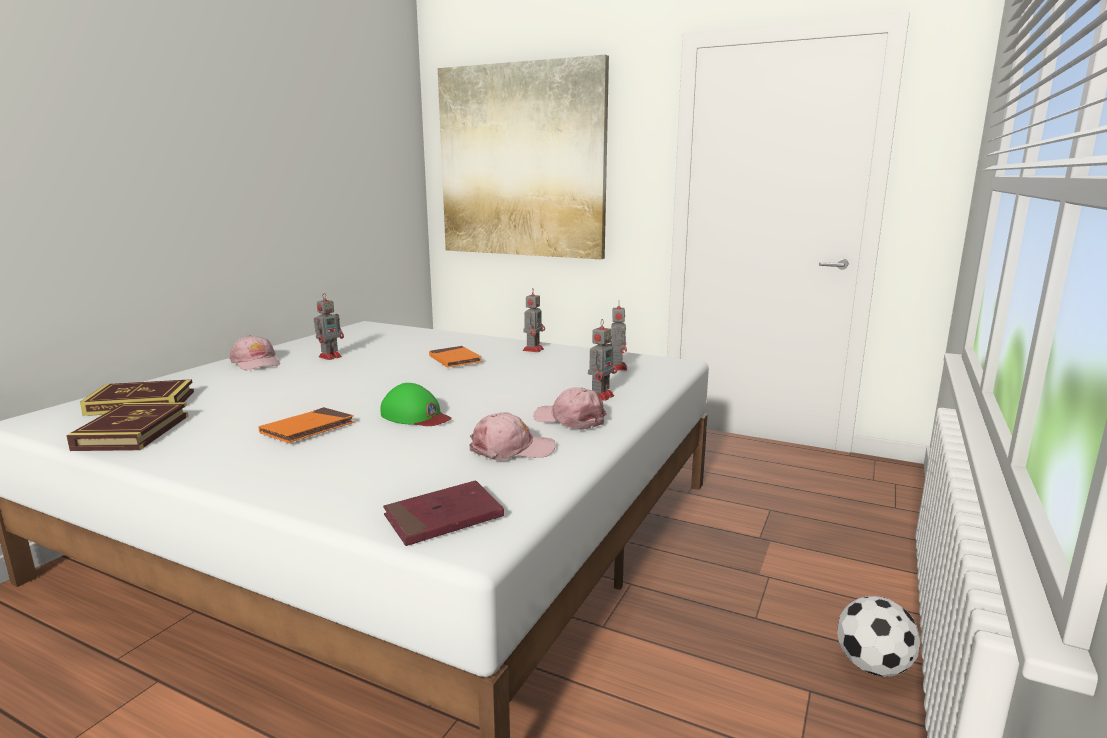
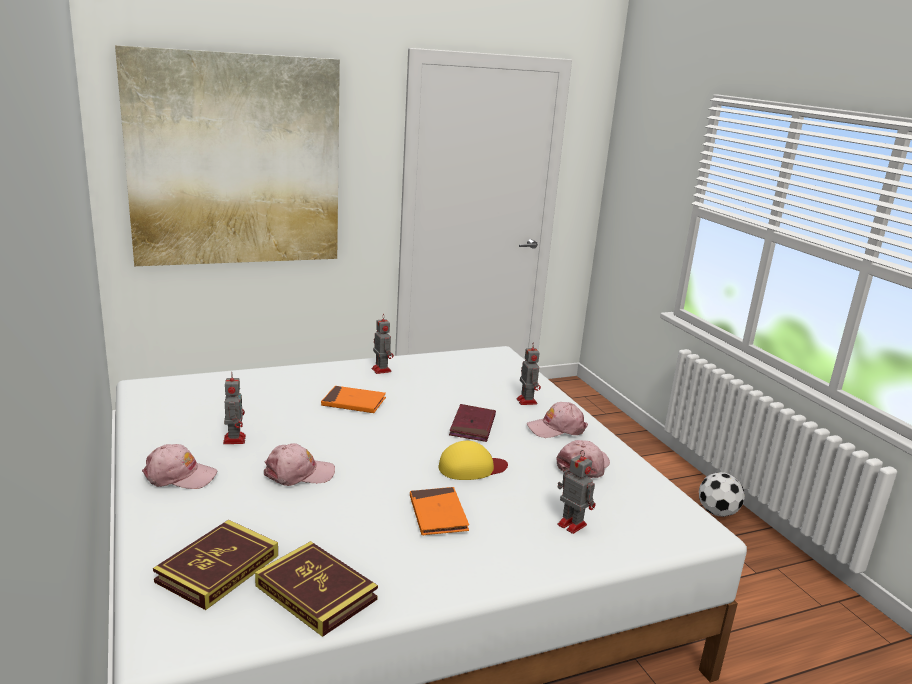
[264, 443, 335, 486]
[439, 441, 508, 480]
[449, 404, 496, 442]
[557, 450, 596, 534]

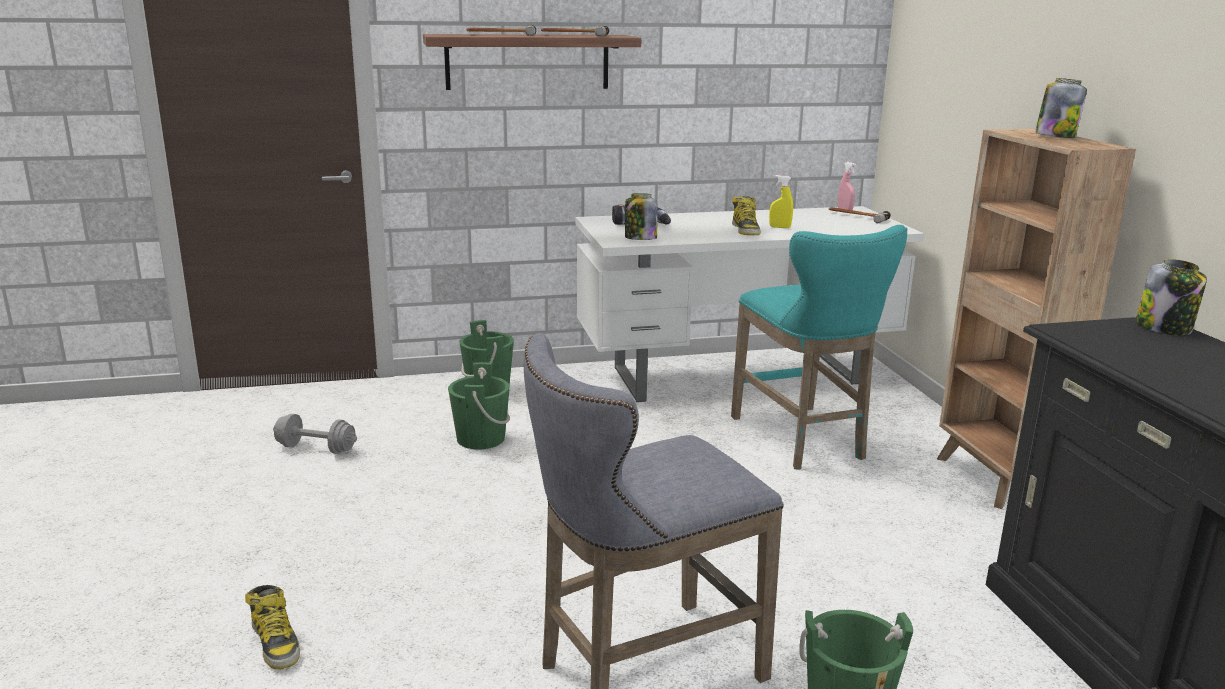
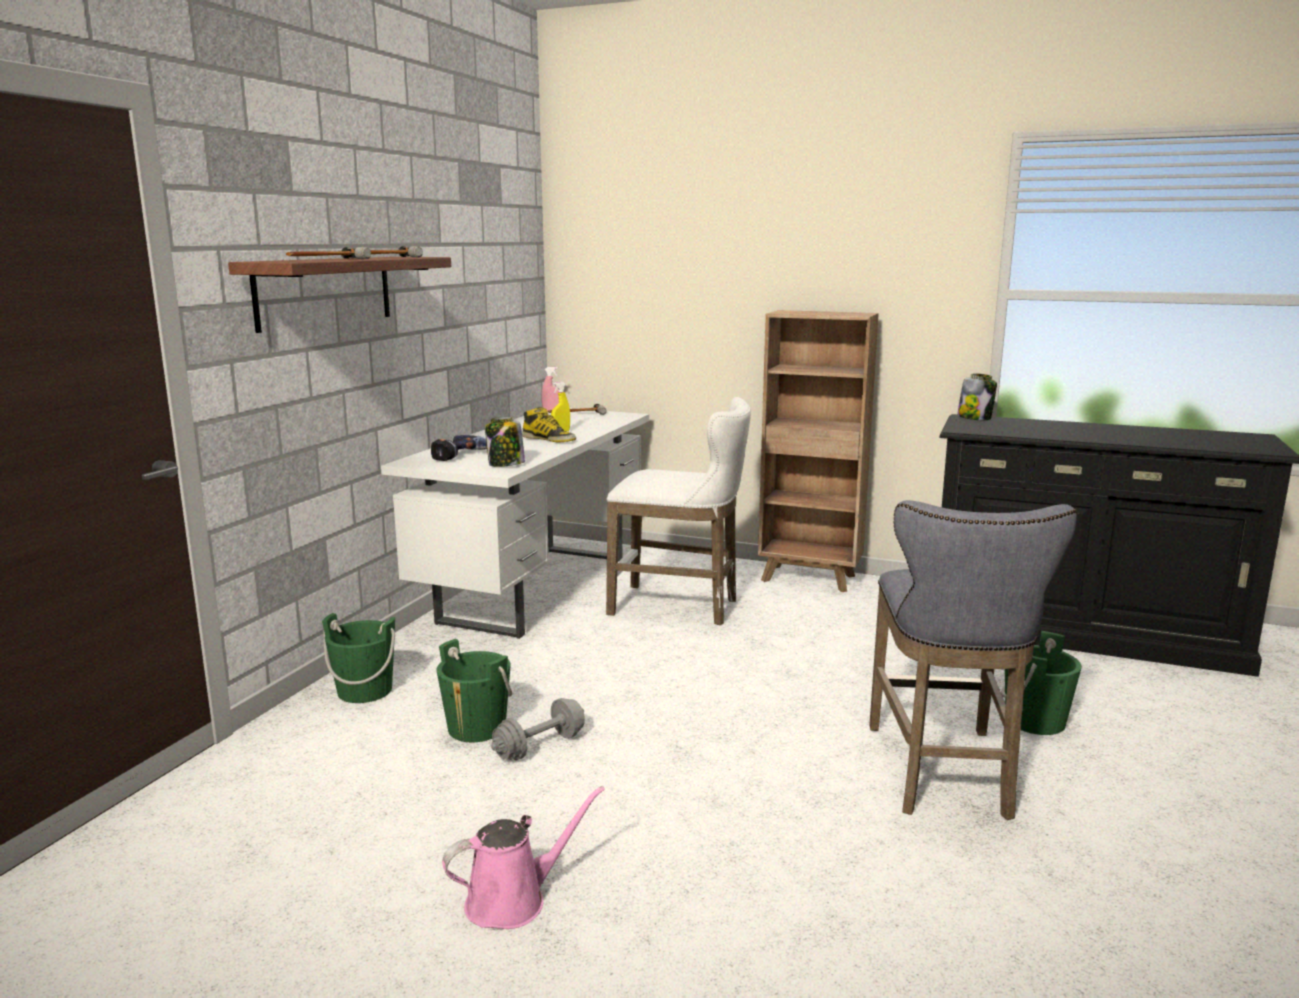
[442, 786, 605, 929]
[491, 698, 585, 760]
[606, 397, 751, 625]
[245, 585, 300, 669] (first image)
[1035, 78, 1087, 138] (first image)

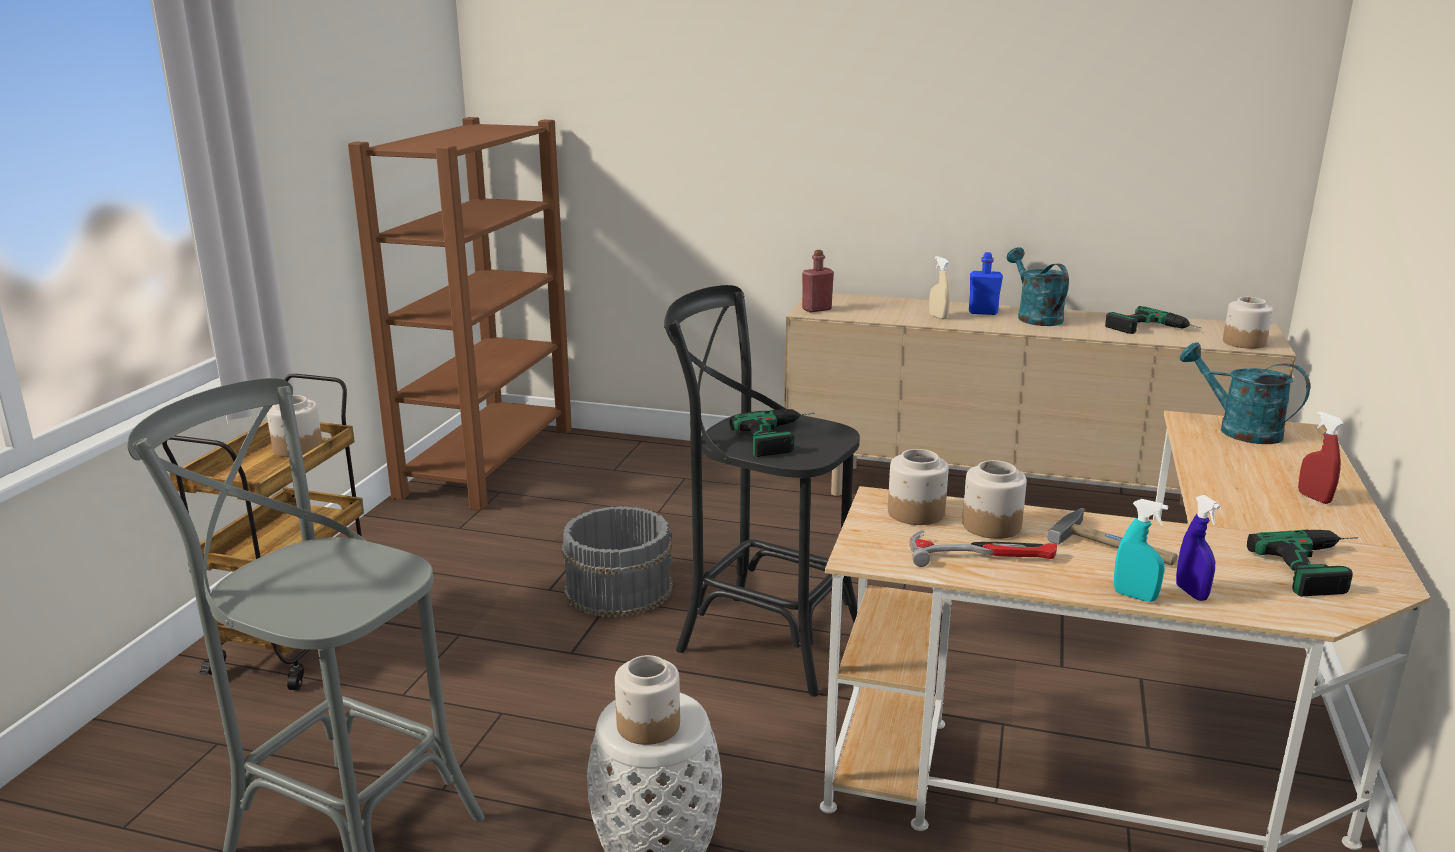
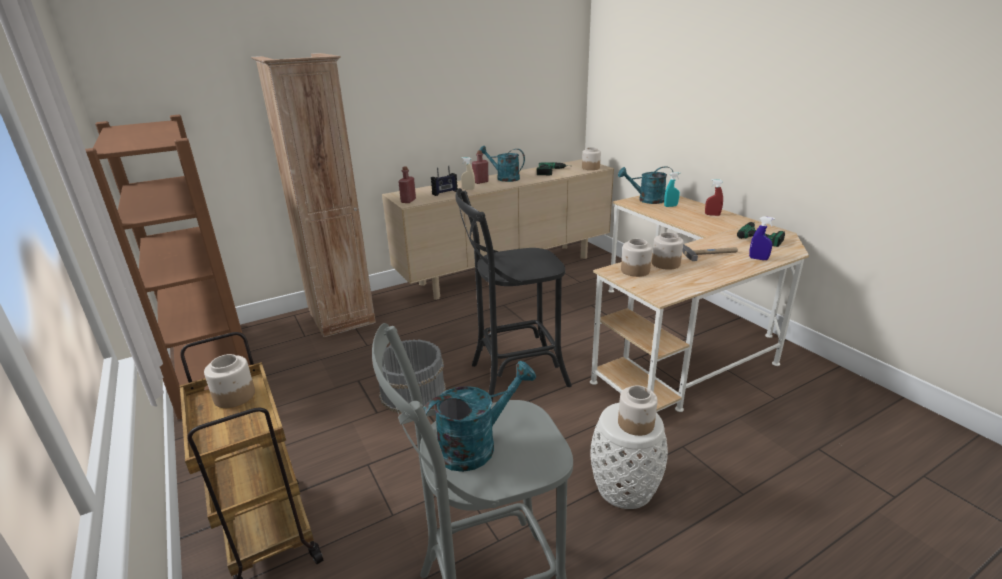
[251, 53, 376, 337]
[423, 361, 536, 472]
[431, 165, 458, 196]
[472, 150, 489, 184]
[664, 172, 680, 207]
[729, 409, 815, 457] (first image)
[910, 530, 1057, 567] (first image)

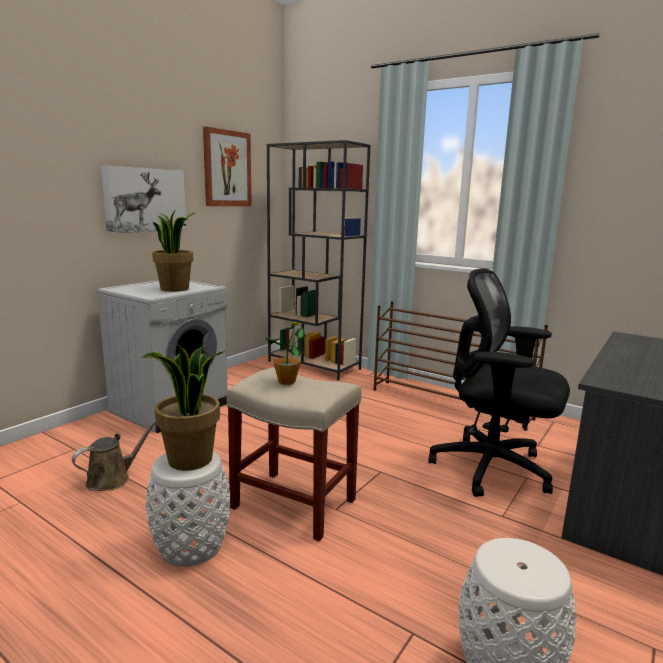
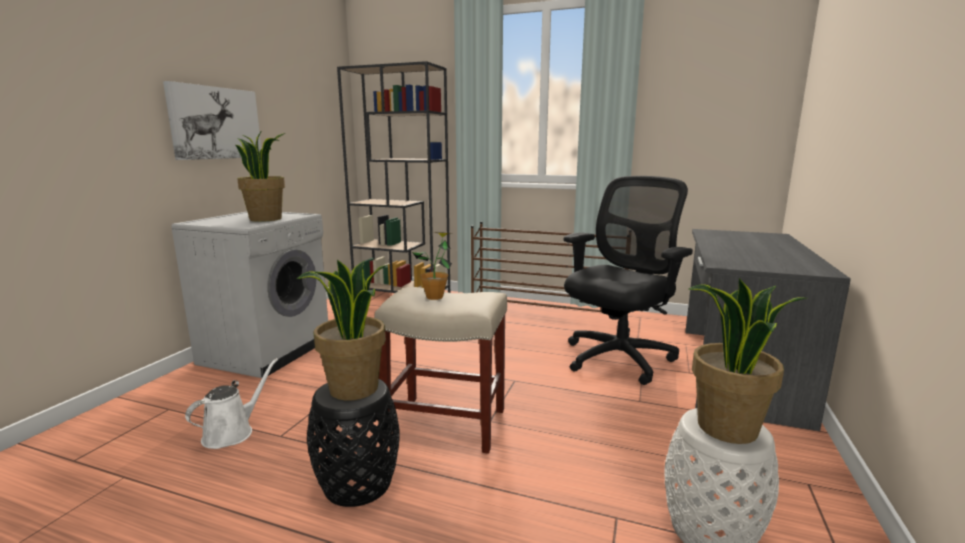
[185, 358, 278, 449]
[307, 379, 400, 507]
[563, 176, 693, 385]
[688, 278, 806, 444]
[203, 127, 252, 206] (first image)

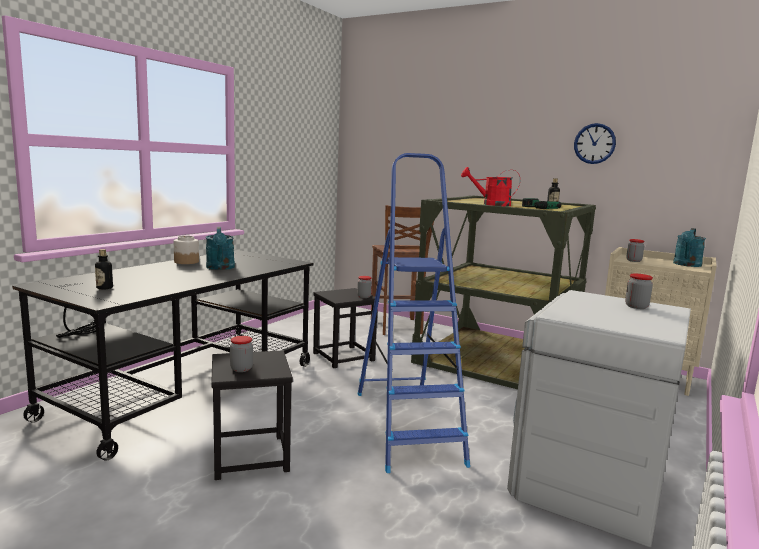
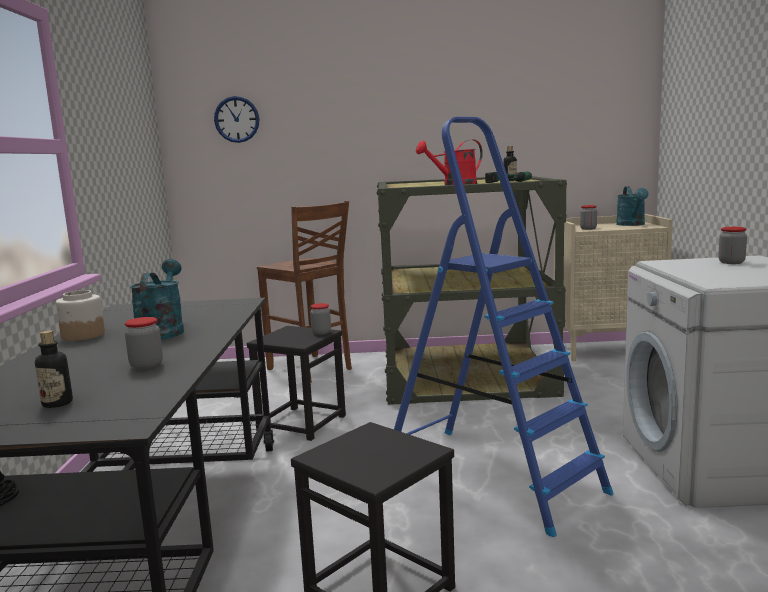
[125, 317, 163, 370]
[130, 259, 184, 340]
[214, 96, 259, 143]

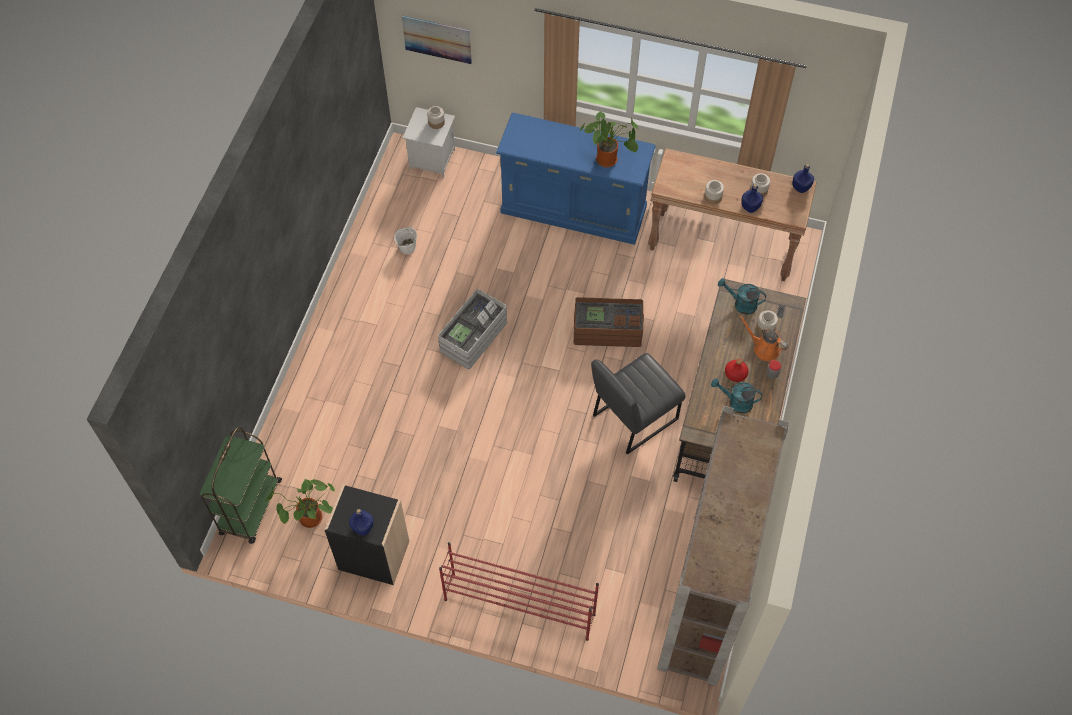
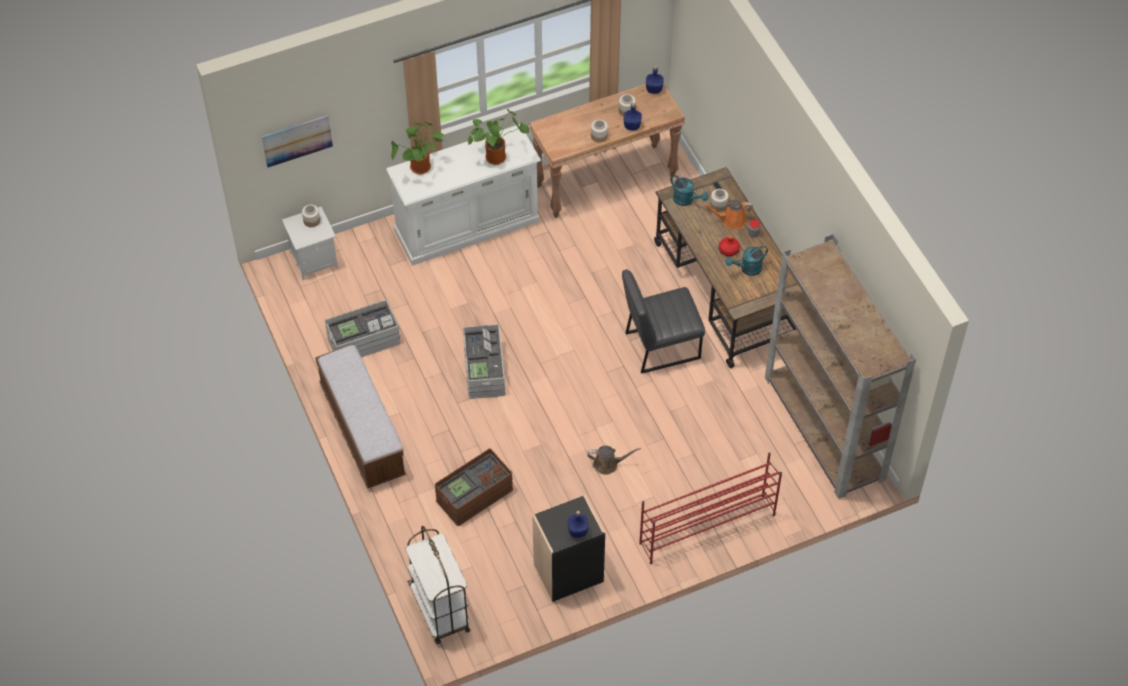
[315, 344, 406, 489]
[325, 300, 401, 357]
[386, 124, 541, 266]
[391, 122, 444, 174]
[406, 526, 470, 644]
[435, 449, 513, 526]
[587, 445, 641, 475]
[622, 269, 705, 374]
[670, 175, 709, 206]

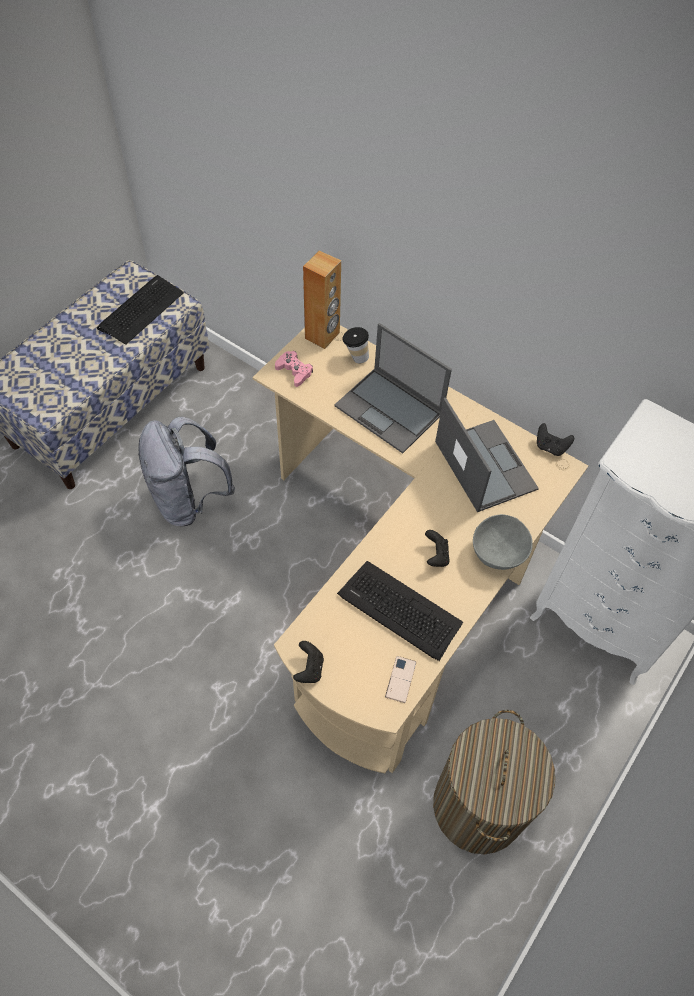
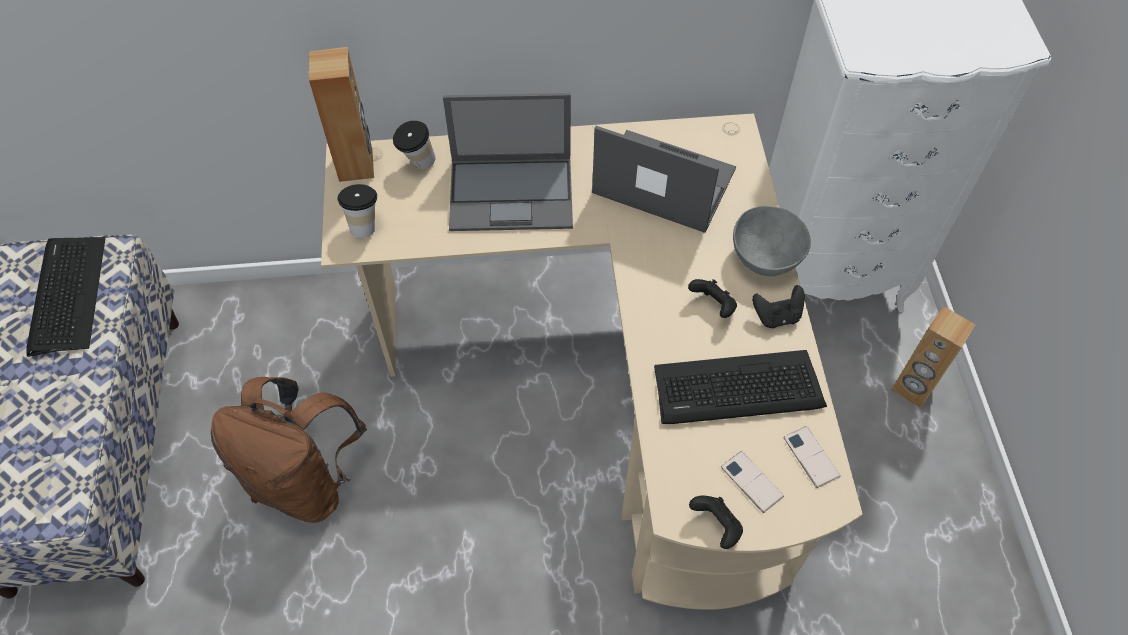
[211, 377, 367, 523]
[337, 184, 377, 238]
[721, 451, 784, 513]
[752, 285, 805, 328]
[891, 306, 976, 408]
[433, 710, 555, 854] (first image)

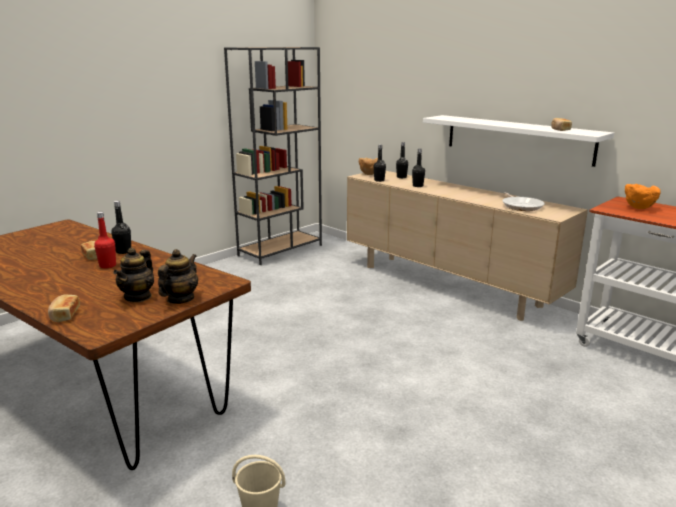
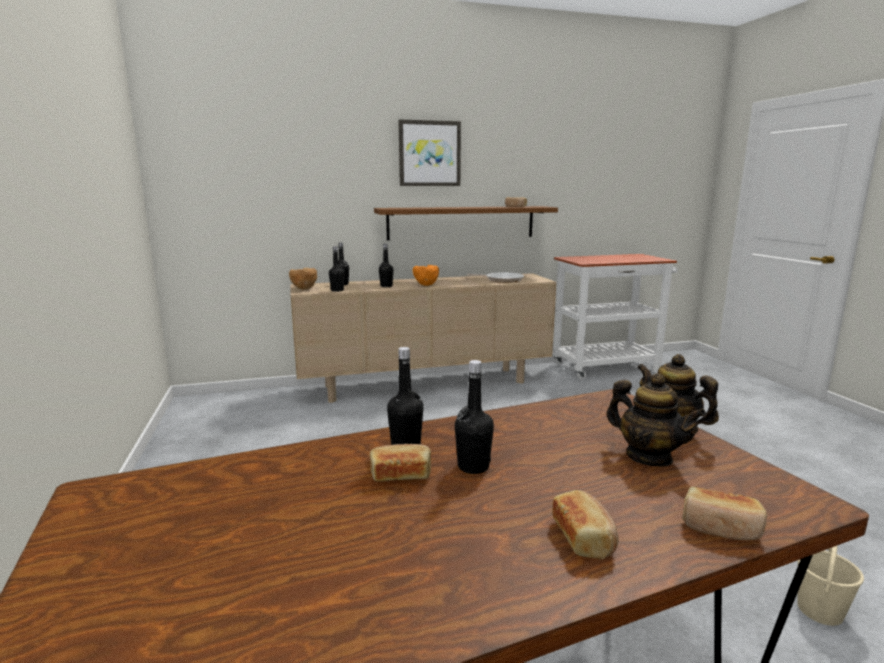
[374, 206, 558, 241]
[398, 119, 461, 186]
[413, 265, 439, 286]
[455, 360, 494, 474]
[552, 490, 618, 559]
[224, 47, 322, 265] (first image)

